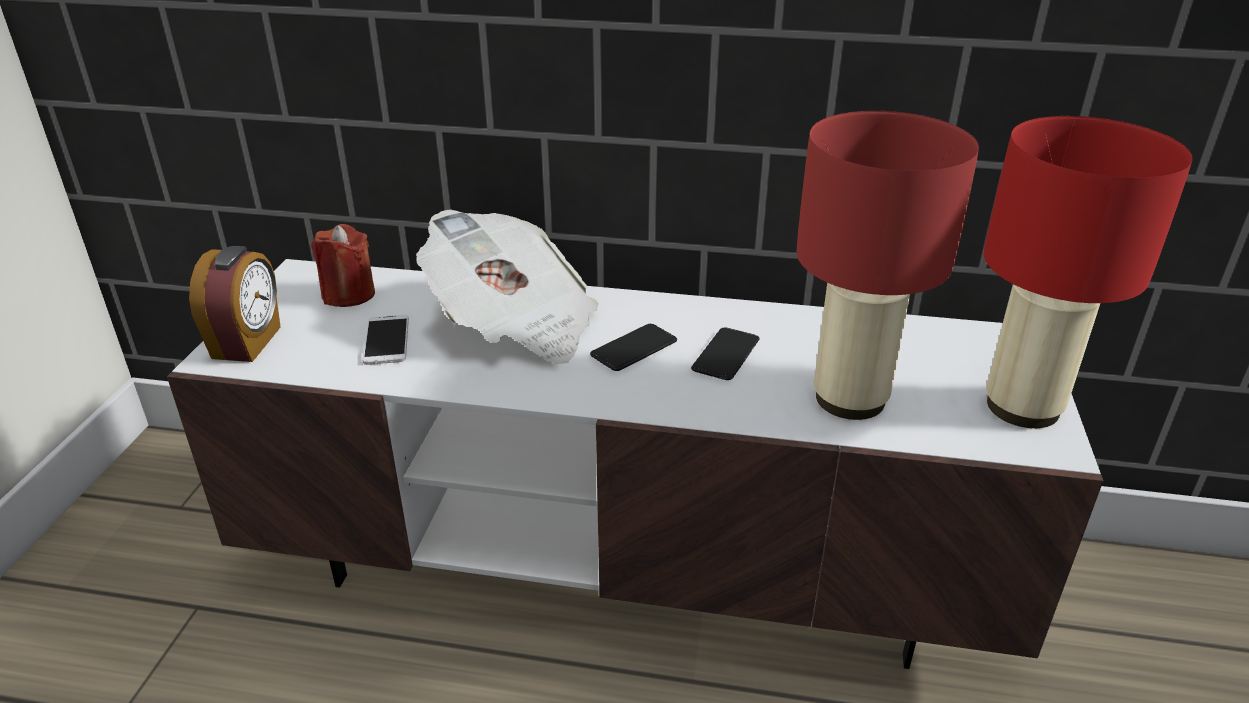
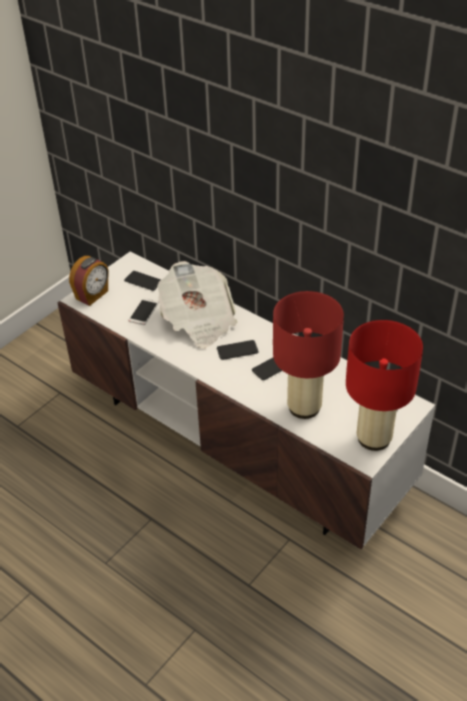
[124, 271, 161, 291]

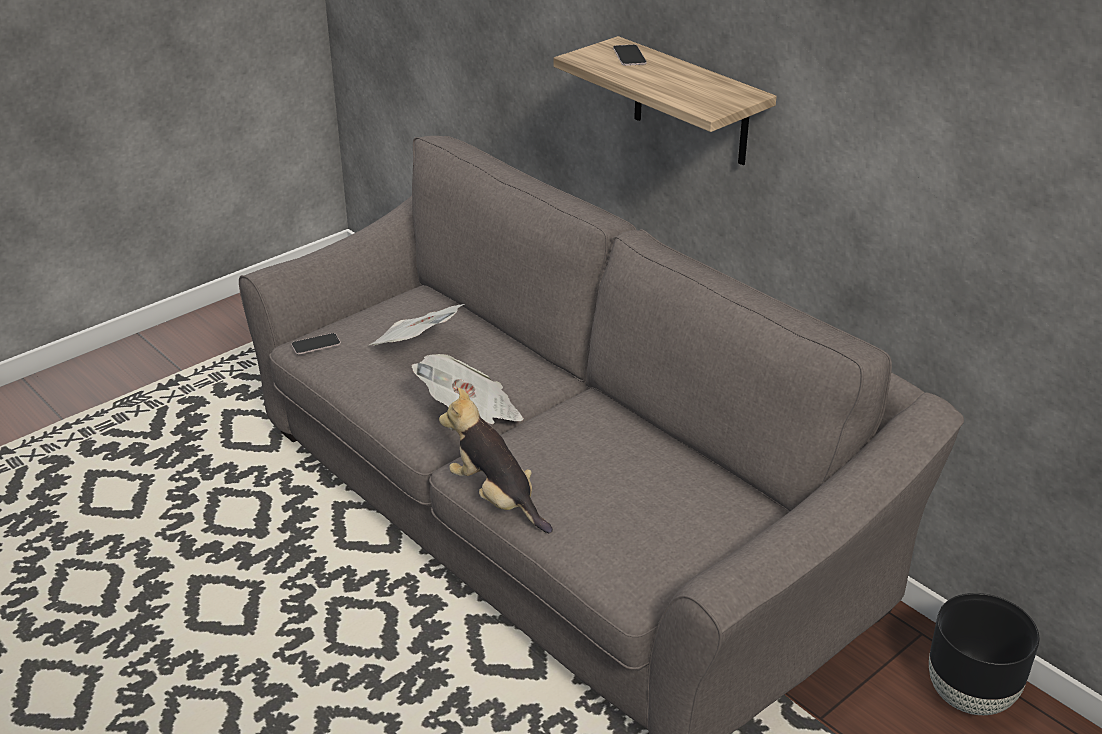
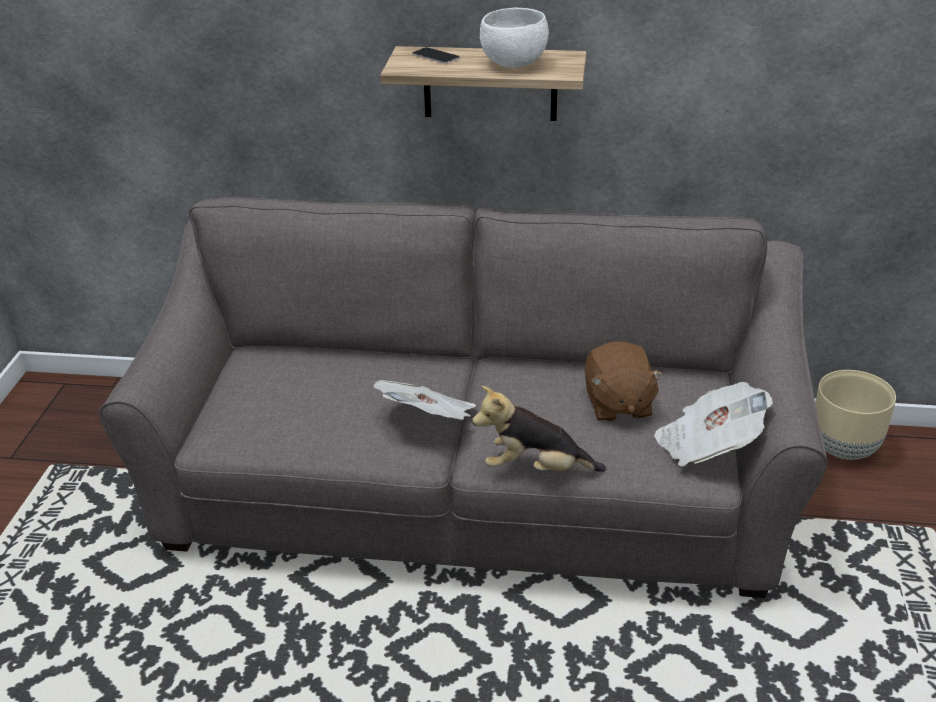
[480, 8, 549, 68]
[584, 341, 664, 422]
[654, 382, 773, 467]
[815, 370, 896, 460]
[291, 333, 341, 354] (first image)

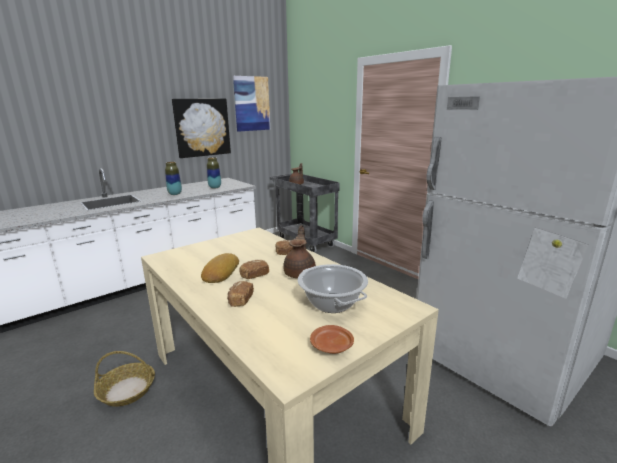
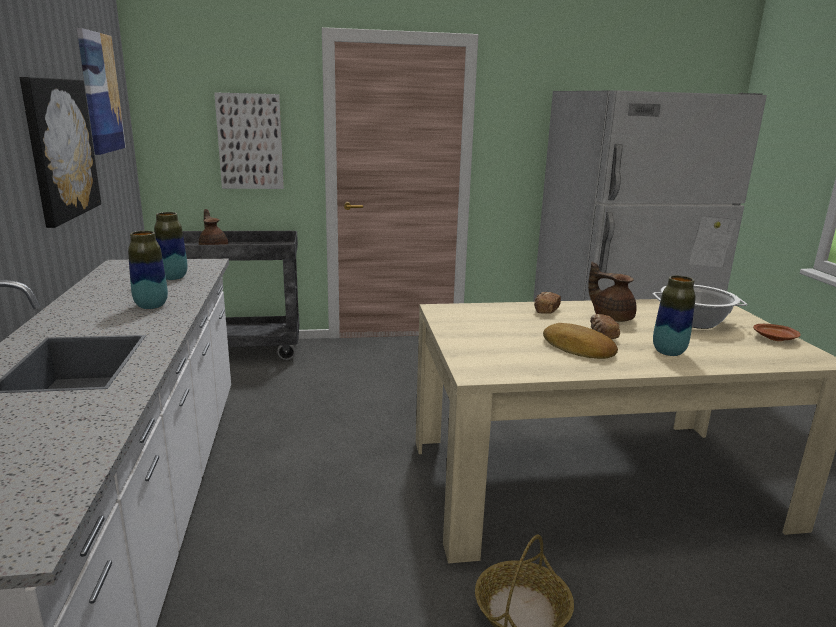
[214, 92, 284, 189]
[653, 275, 696, 356]

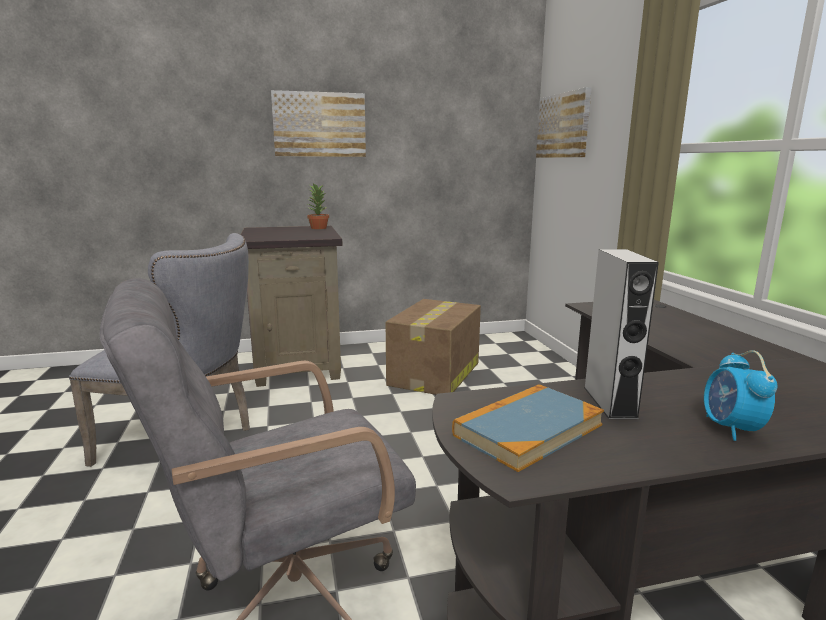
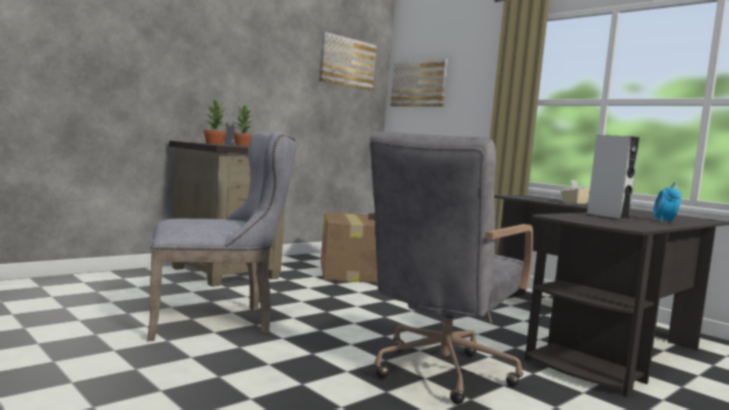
[203, 99, 227, 145]
[319, 32, 377, 91]
[561, 180, 590, 205]
[653, 182, 681, 222]
[452, 384, 604, 472] (first image)

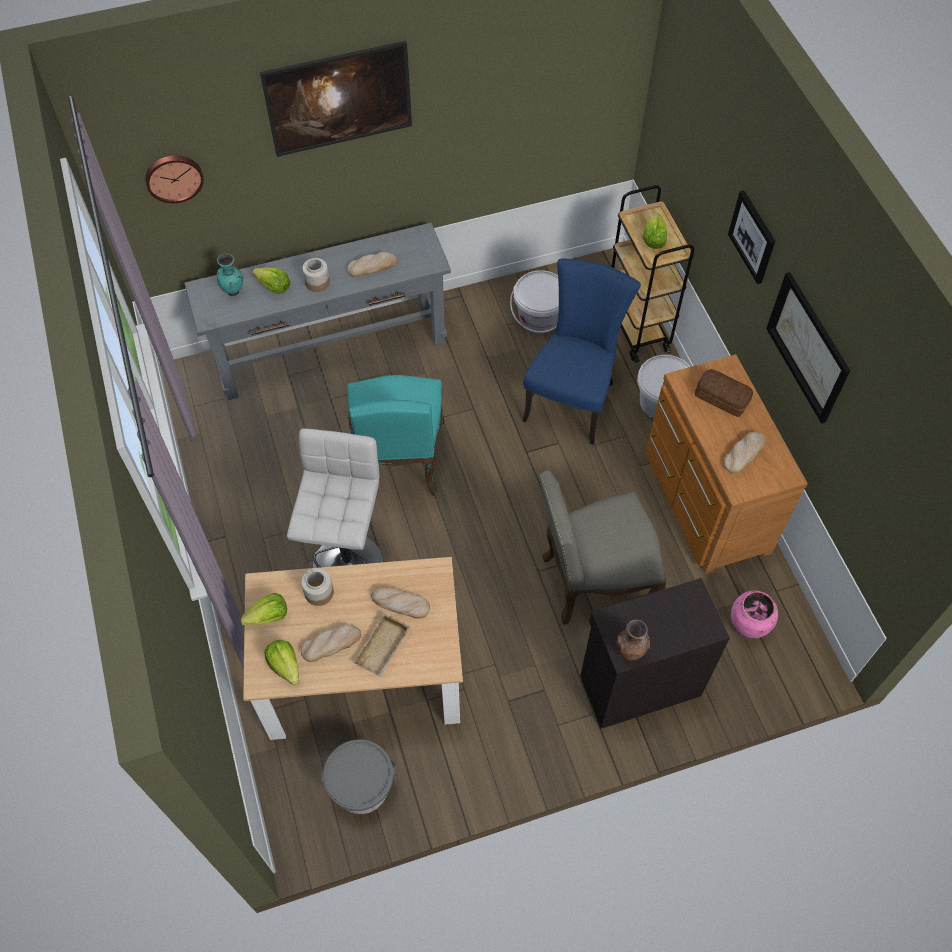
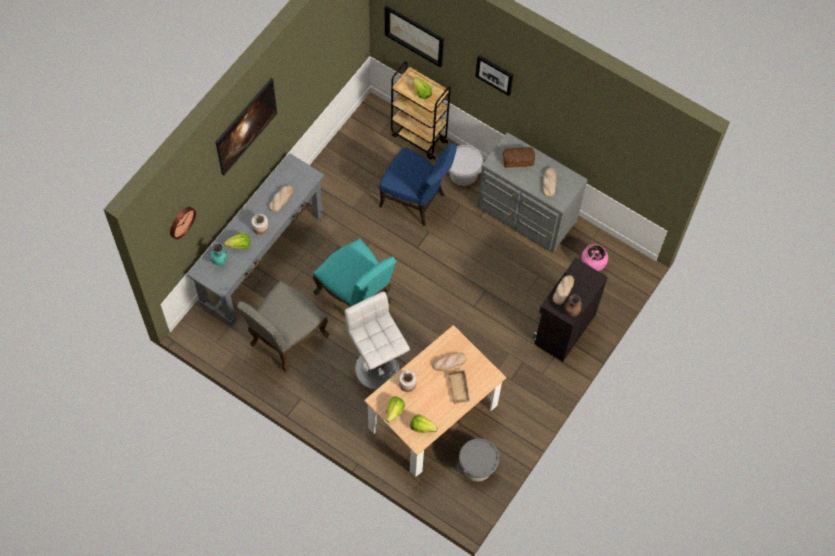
[237, 281, 329, 372]
[379, 143, 457, 226]
[385, 6, 444, 68]
[477, 132, 588, 253]
[553, 275, 574, 305]
[510, 270, 559, 334] (first image)

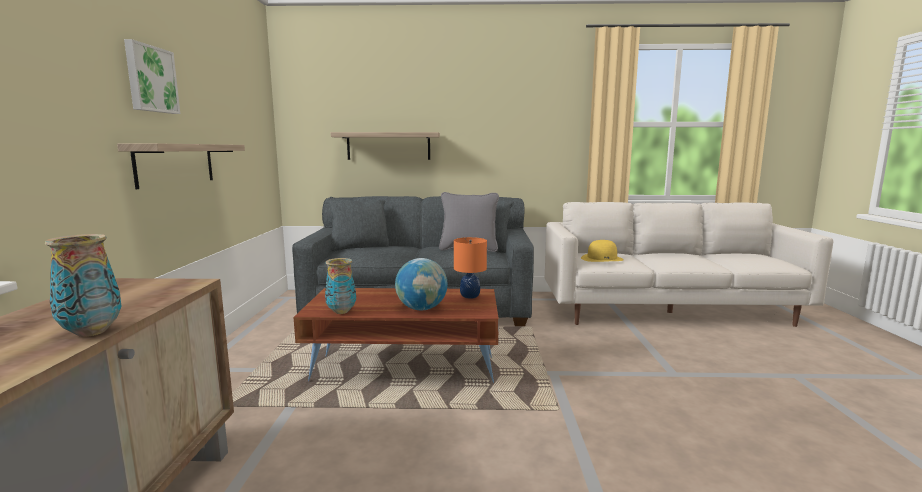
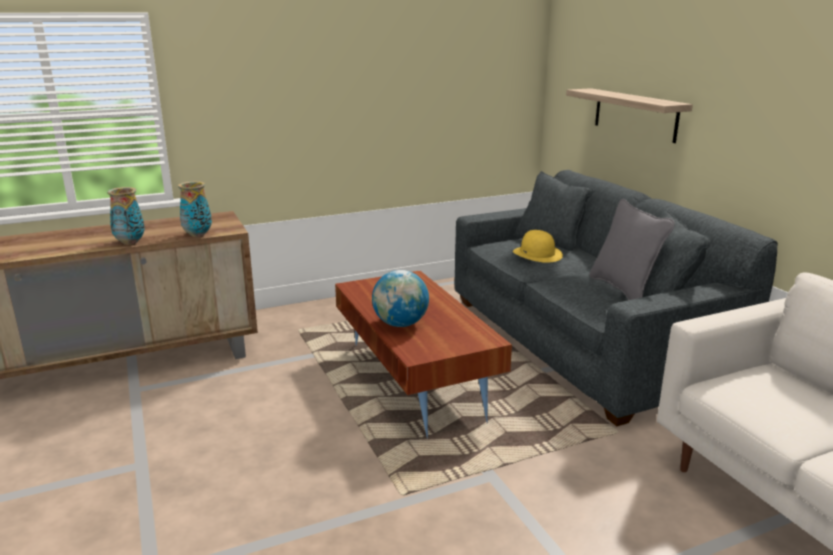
[178, 181, 212, 237]
[513, 230, 563, 263]
[117, 143, 245, 189] (first image)
[124, 39, 180, 114] (first image)
[454, 237, 487, 299] (first image)

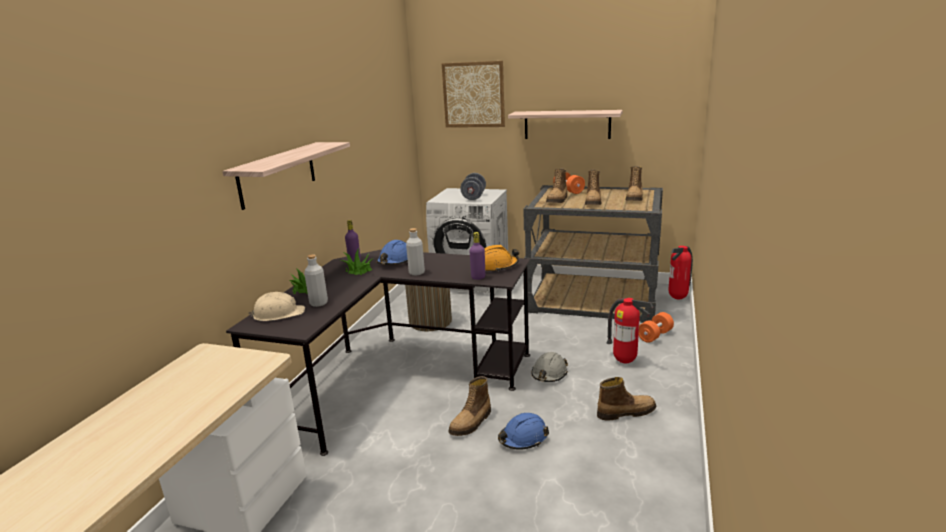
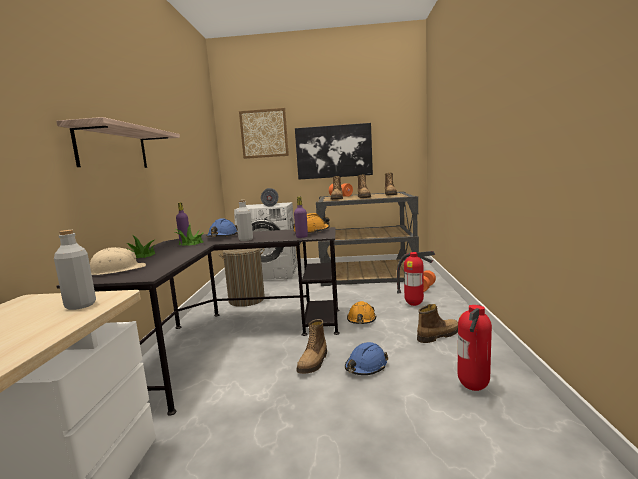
[54, 230, 96, 310]
[295, 123, 373, 180]
[347, 301, 376, 324]
[458, 305, 492, 391]

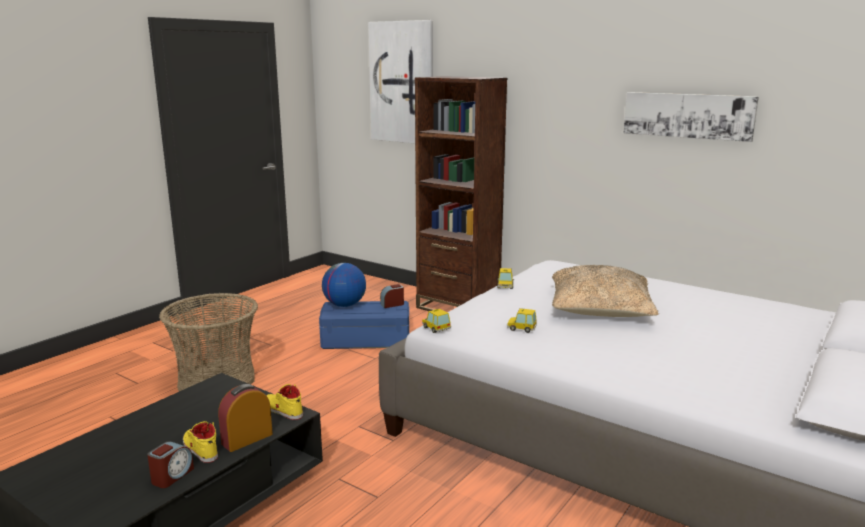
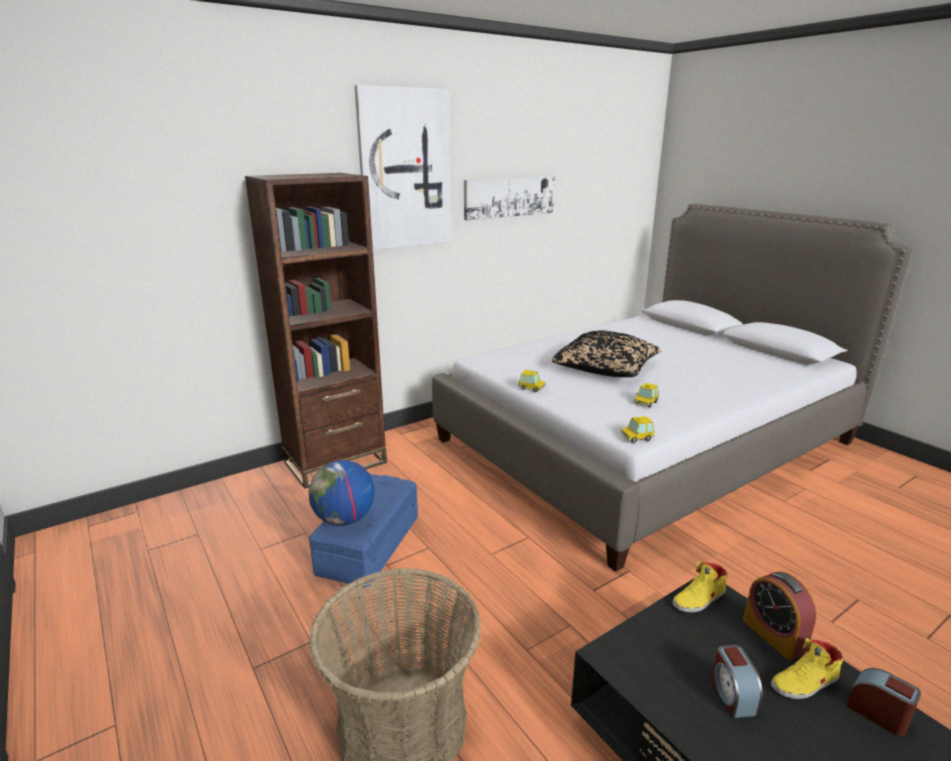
[354, 85, 451, 250]
[552, 330, 661, 377]
[711, 645, 763, 718]

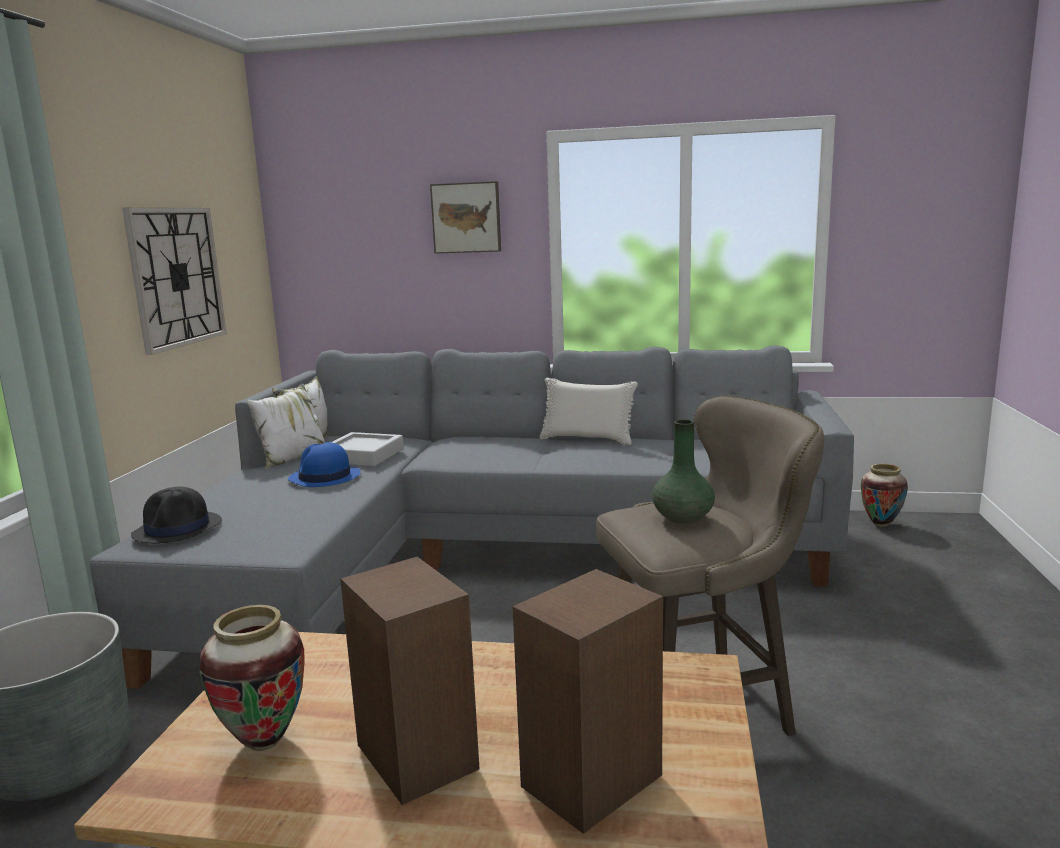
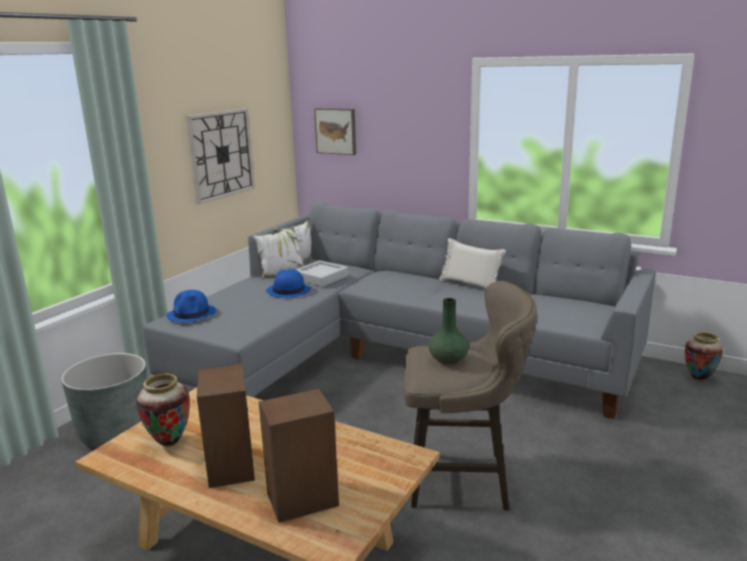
[166, 290, 216, 322]
[314, 108, 356, 155]

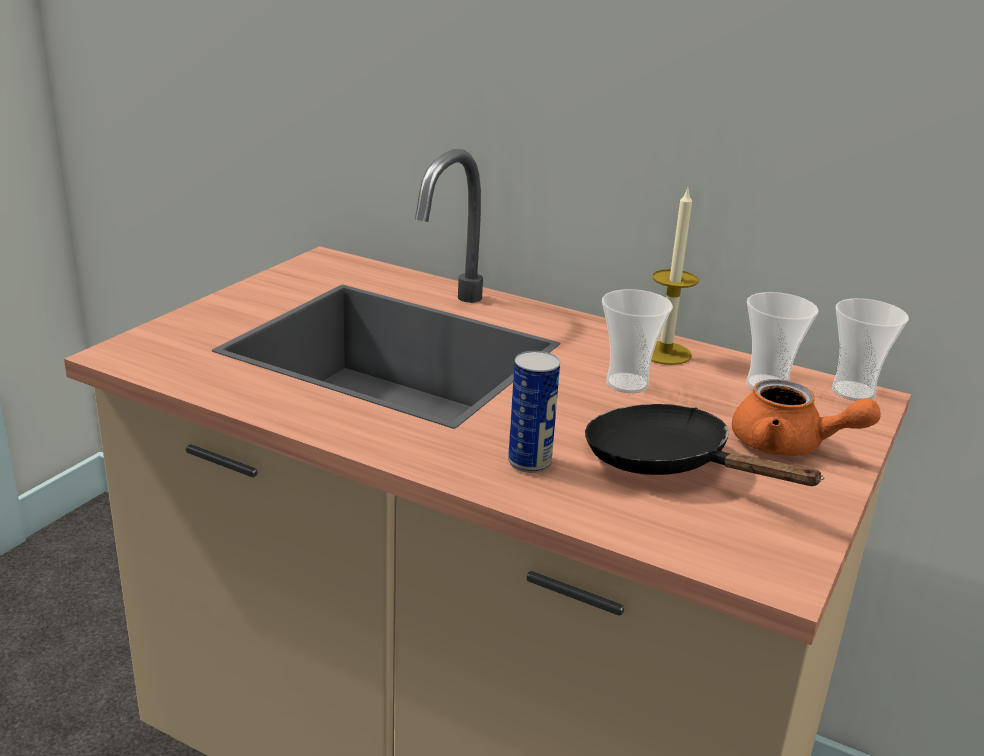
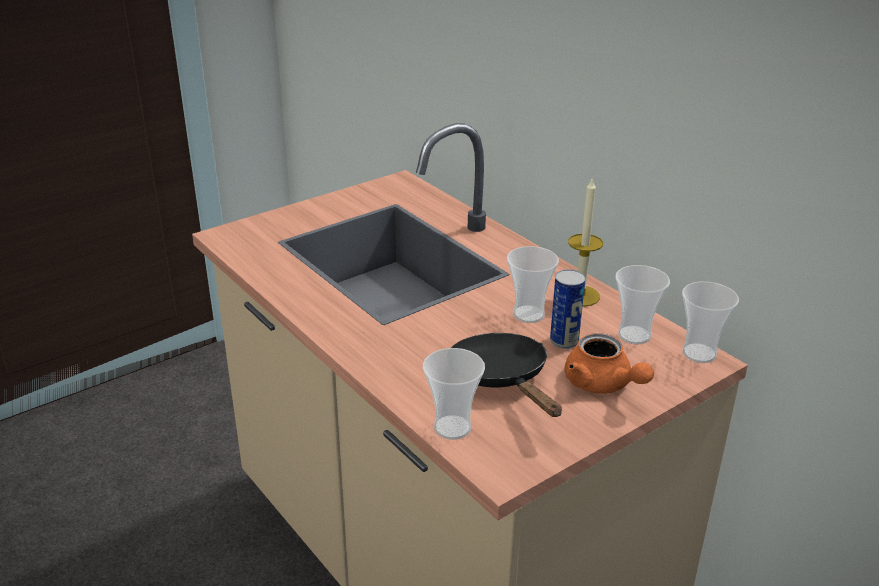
[423, 348, 485, 440]
[550, 270, 585, 349]

